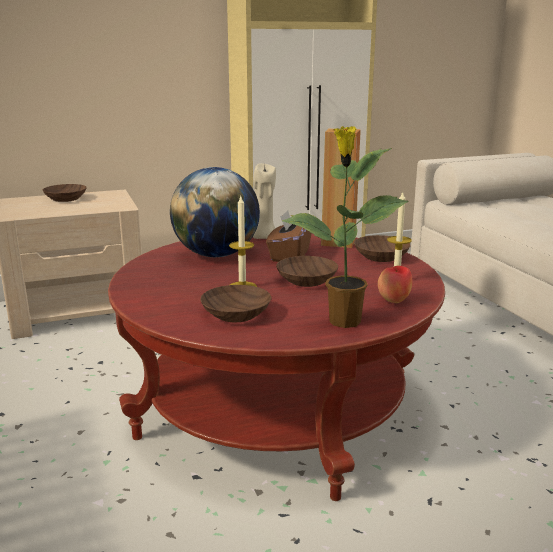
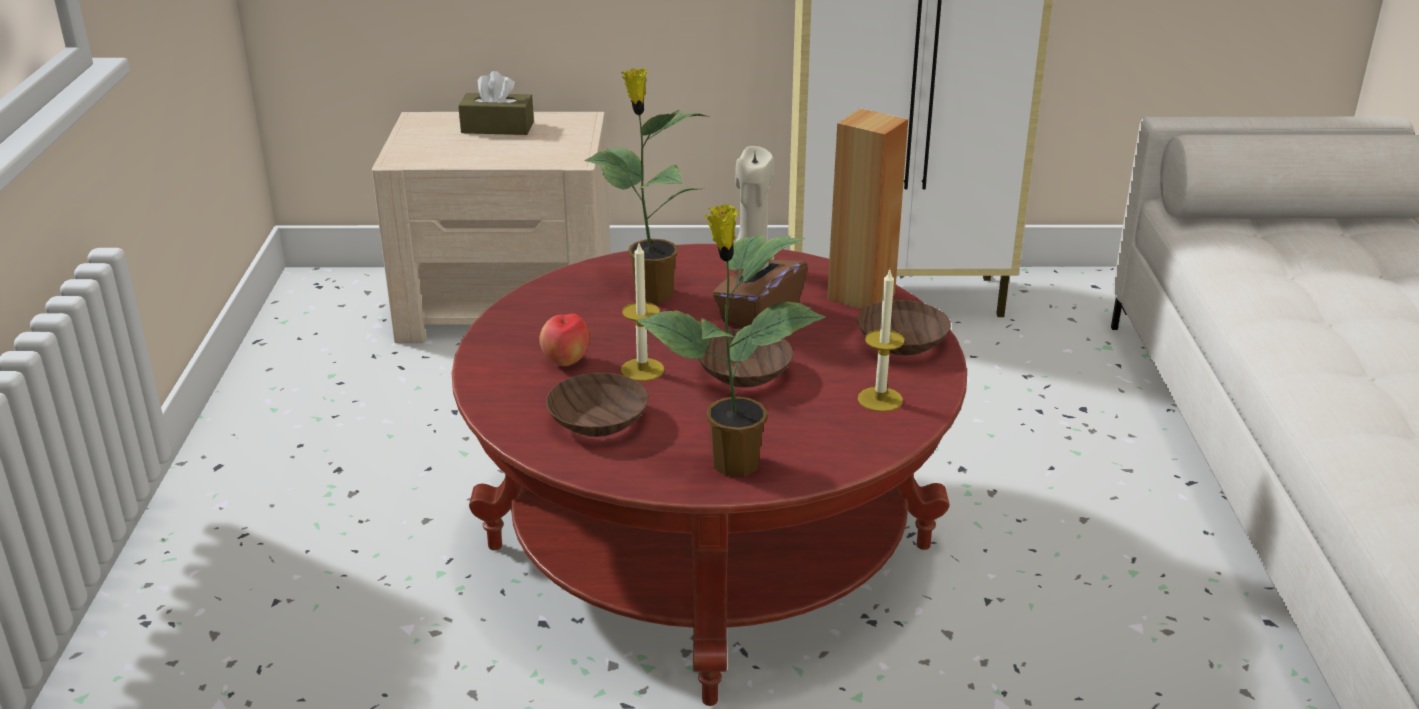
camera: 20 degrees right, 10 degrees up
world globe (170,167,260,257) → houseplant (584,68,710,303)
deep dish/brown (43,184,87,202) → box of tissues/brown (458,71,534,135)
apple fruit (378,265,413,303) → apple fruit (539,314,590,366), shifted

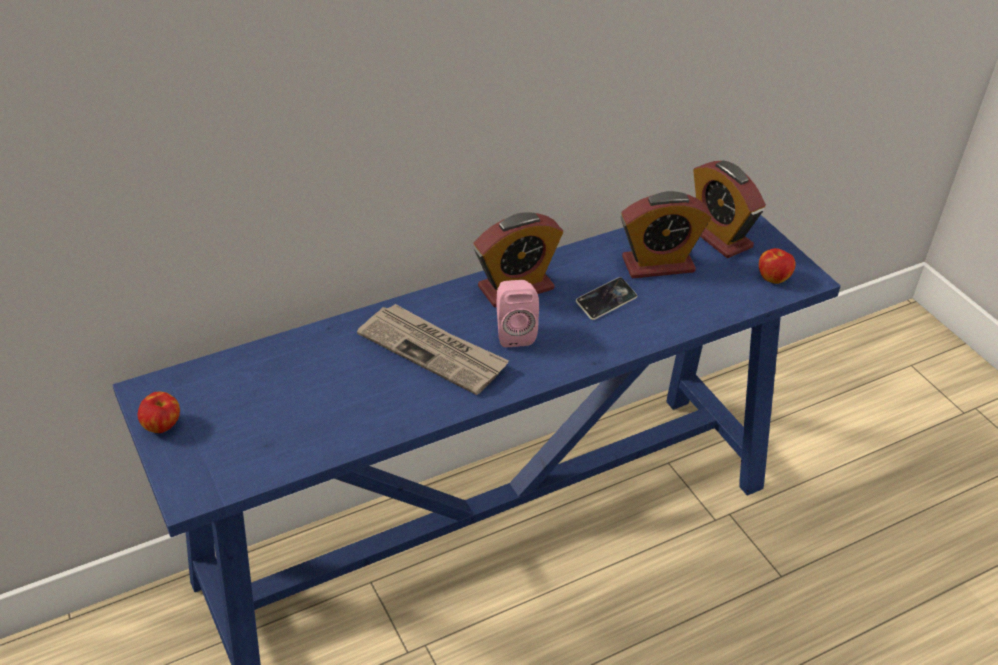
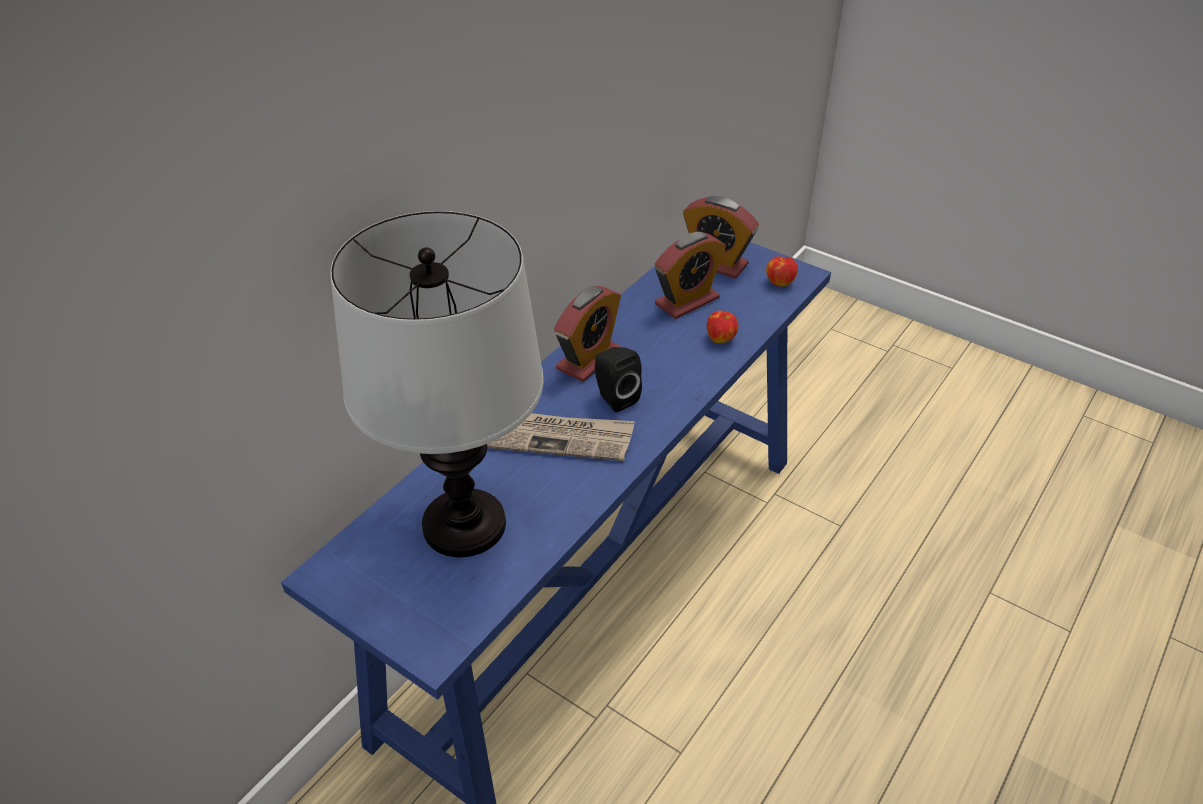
camera: 25 degrees left, 0 degrees up
phone (576,277,637,320) → -
loudspeaker/pinkish (496,280,539,347) → loudspeaker/black (595,347,642,412)
apple fruit (138,392,180,433) → apple fruit (707,311,738,343), shifted
- → tabletop lamp (330,211,544,557)

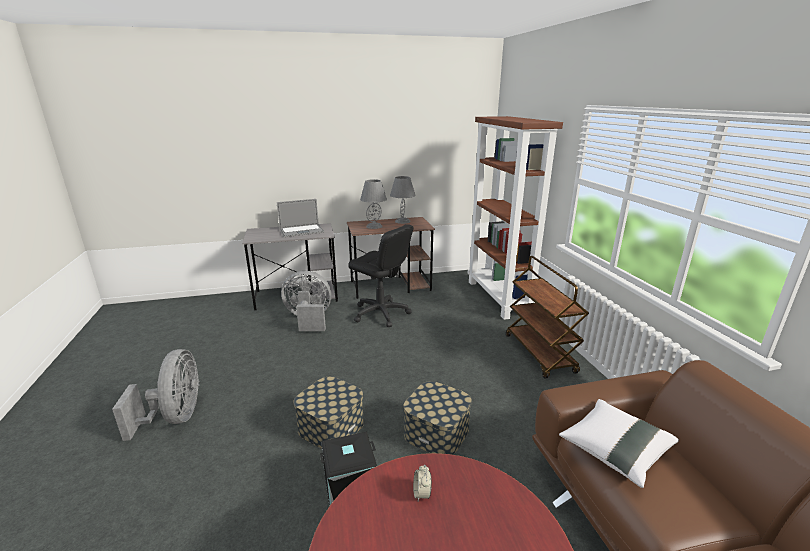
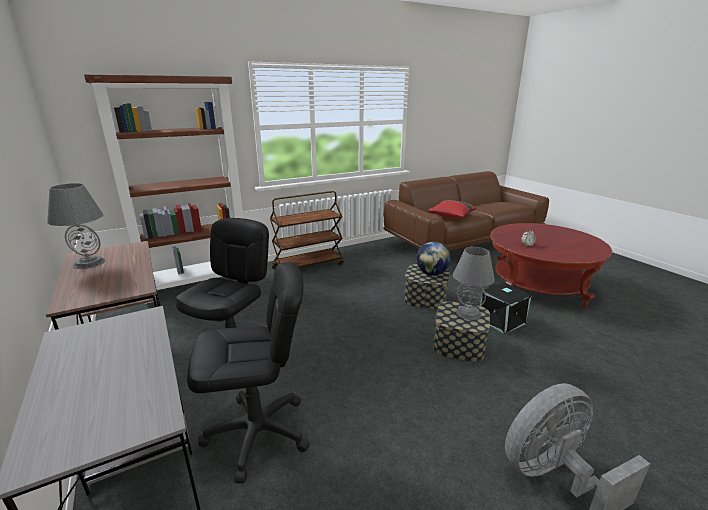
camera: 105 degrees left, 0 degrees up
tabletop lamp/greyish (360,179,387,229) → tabletop lamp/greyish (453,247,495,320), shifted
portable computer (277,199,324,237) → -
electric fan/greyish (281,271,332,331) → computer chair/black (187,262,310,484)
throw pillow/whitish (559,399,679,488) → throw pillow/red (428,200,476,219)
- → world globe (416,242,451,276)

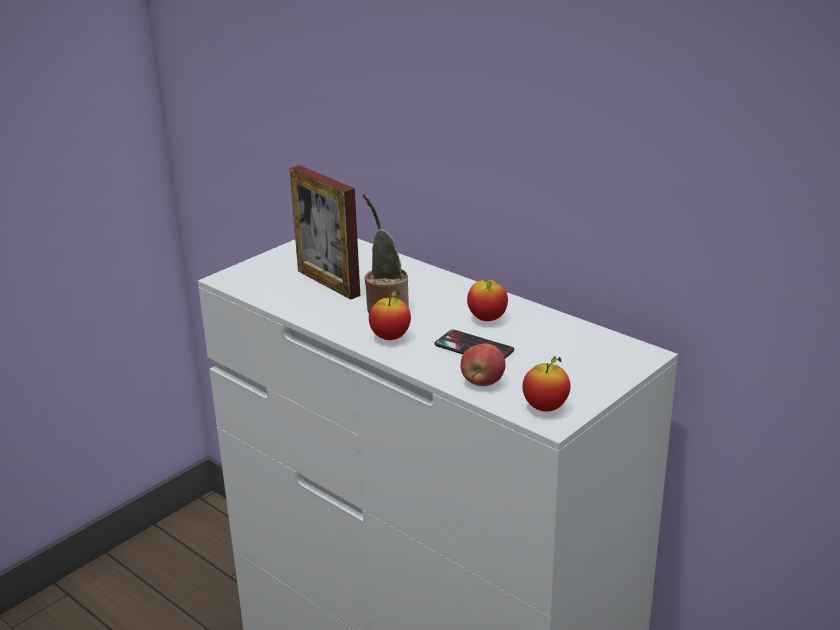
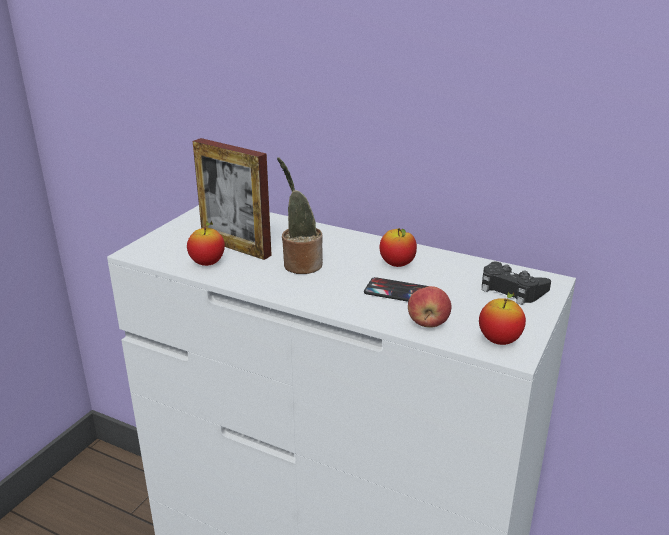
camera: 15 degrees left, 0 degrees up
apple fruit (369,290,411,340) → apple fruit (187,221,225,266), shifted
- → joypad/black (482,262,551,305)

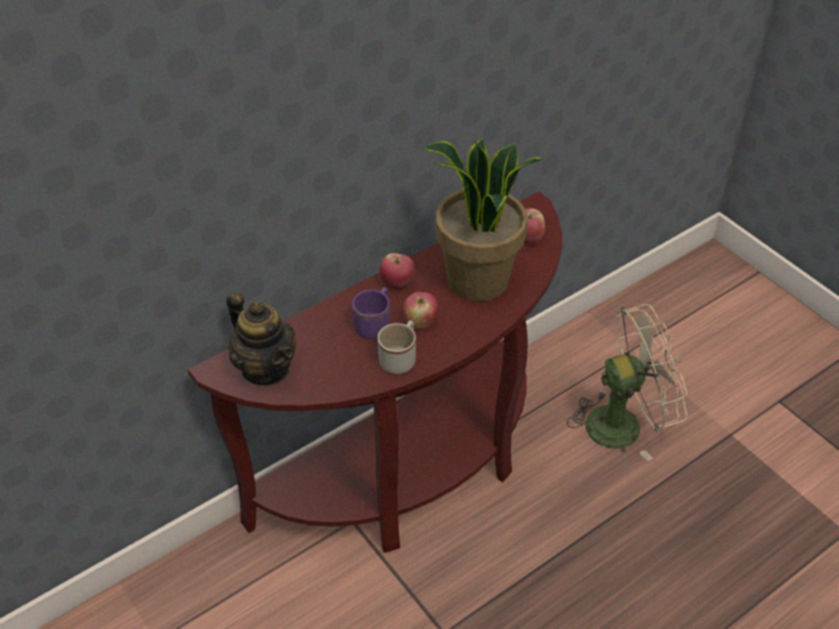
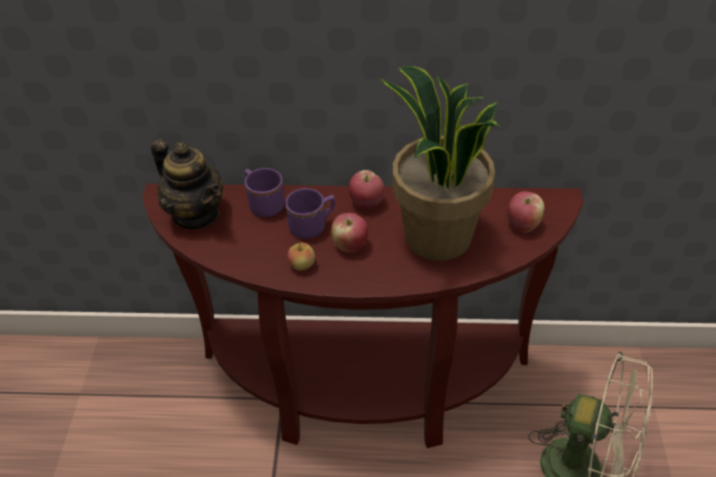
camera: 40 degrees right, 0 degrees up
tea pot (226,292,296,385) → tea pot (151,139,223,229), 45 degrees counterclockwise
coffee mug/beige-coloured (377,320,416,374) → apple fruit (287,241,315,271)
- → coffee mug/purple-coloured (245,168,285,217)

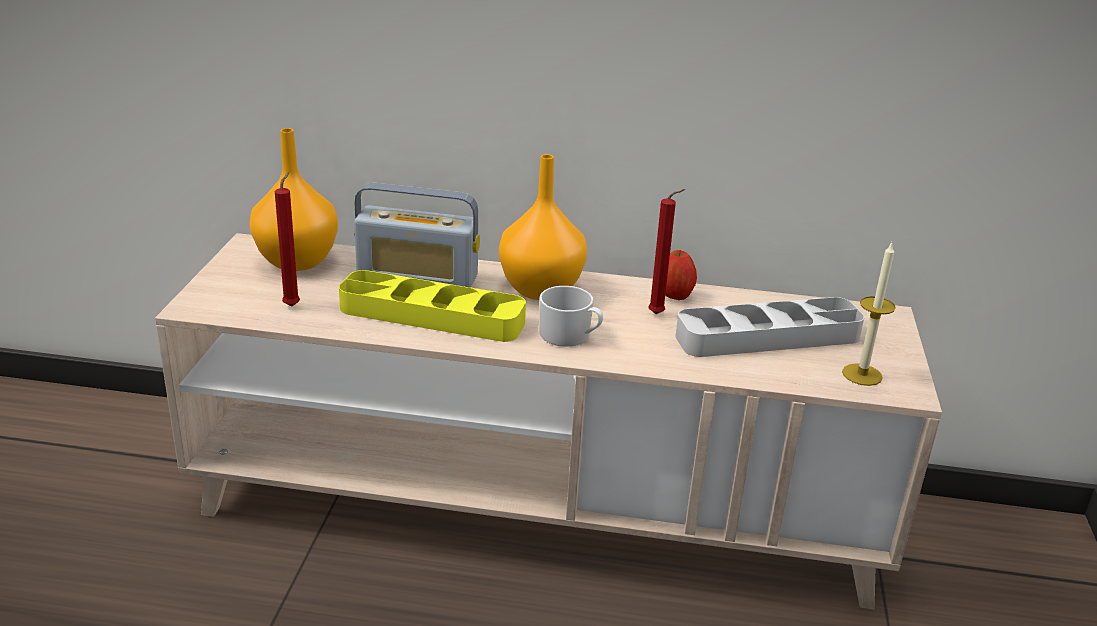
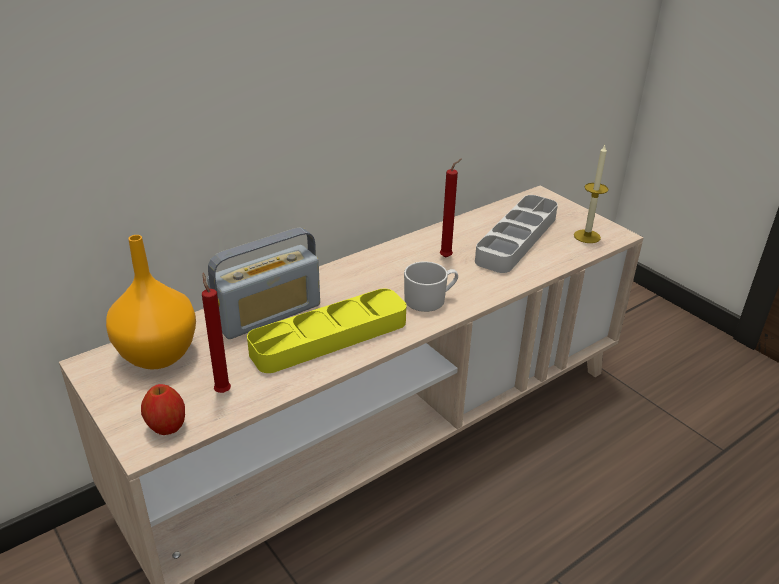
camera: 45 degrees left, 5 degrees up
vase/orangey (499,154,587,300) → -
apple fruit (665,250,697,300) → apple fruit (141,384,185,435), shifted

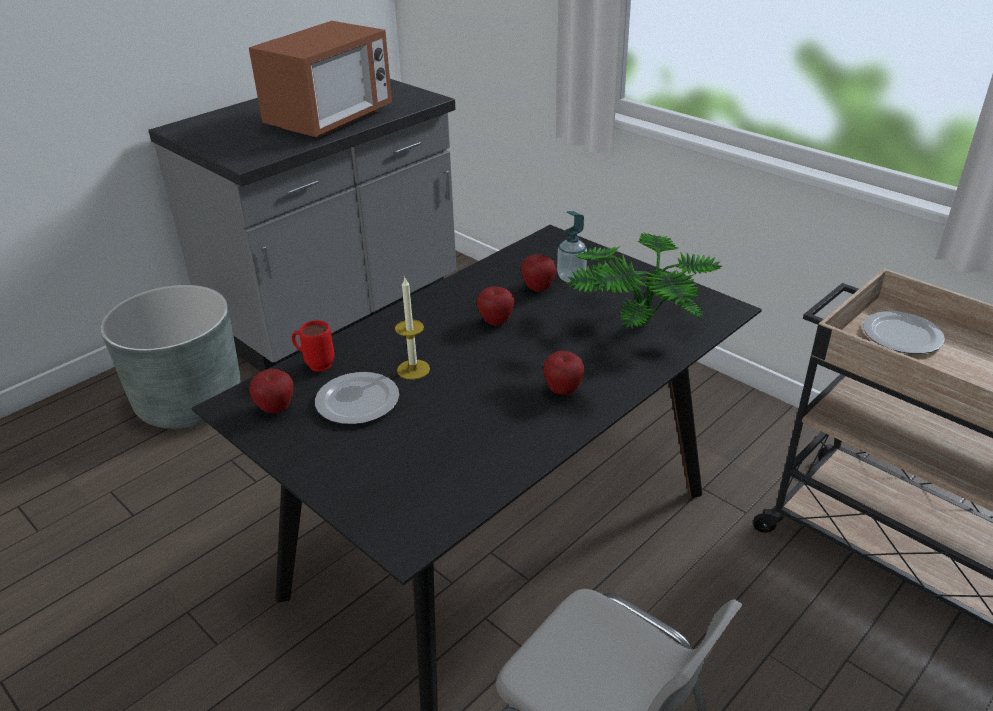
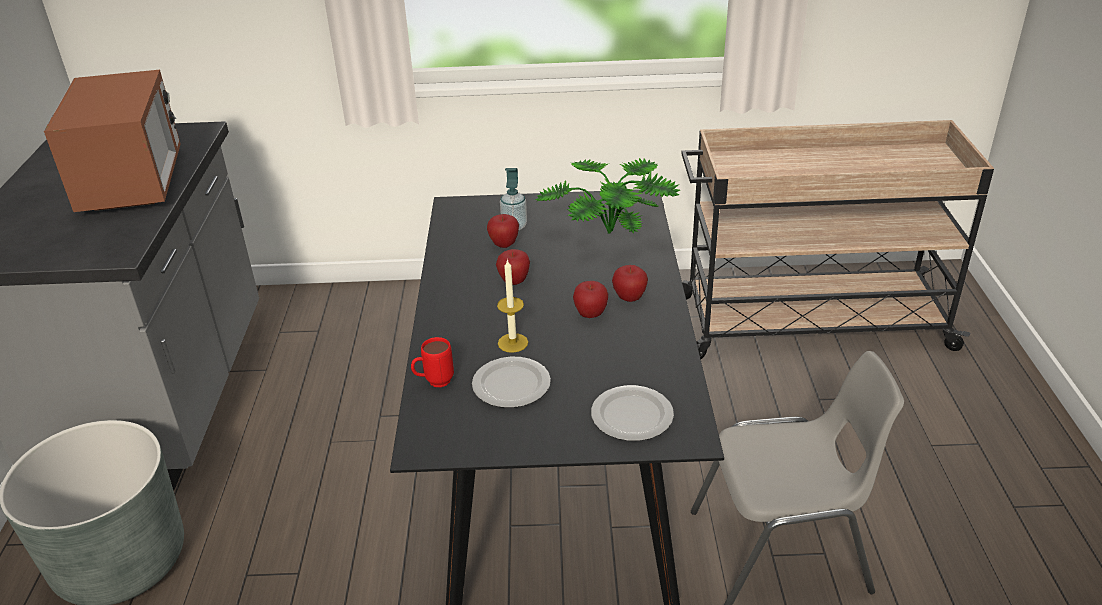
camera: 45 degrees left, 0 degrees up
flat dish (863,311,945,354) → flat dish (591,385,674,441), shifted
apple fruit (249,369,293,413) → apple fruit (573,281,608,318), shifted

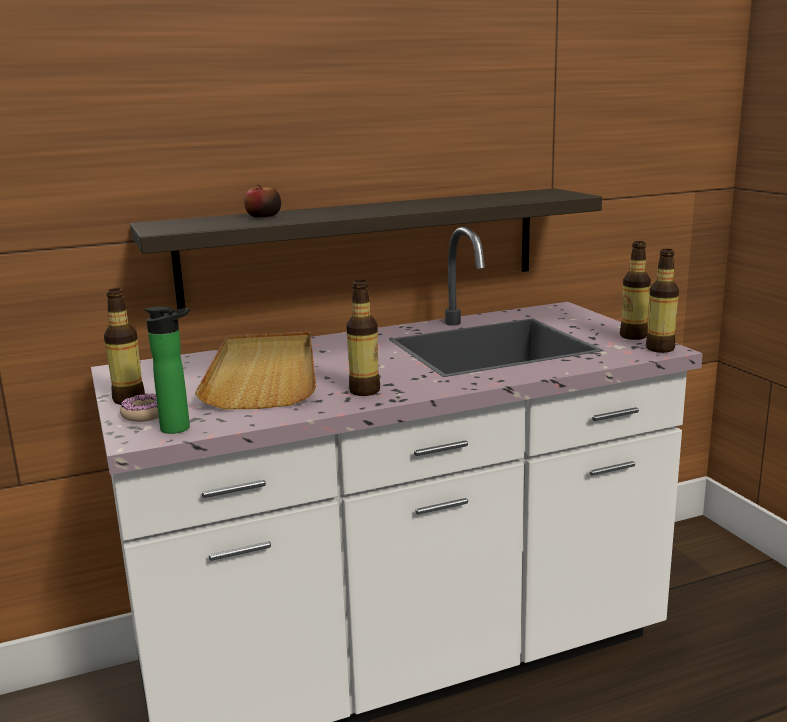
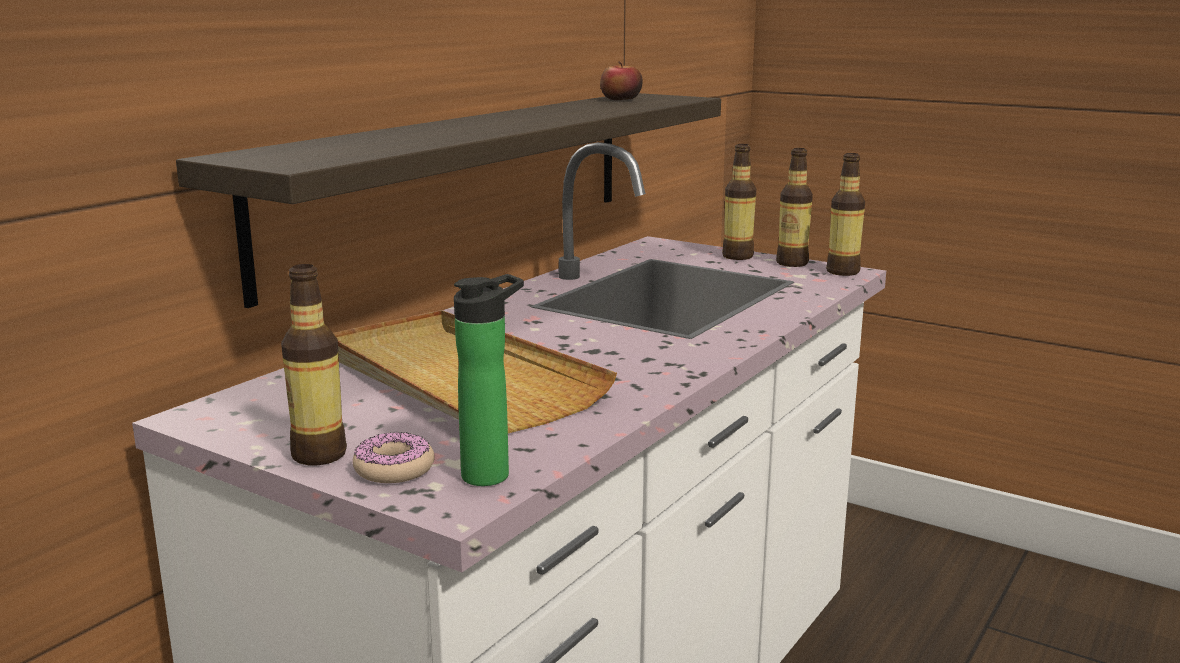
camera: 35 degrees left, 0 degrees up
apple fruit (244,184,281,218) → apple fruit (600,62,642,100), shifted
drink bottle (346,280,380,396) → drink bottle (722,144,756,260), shifted

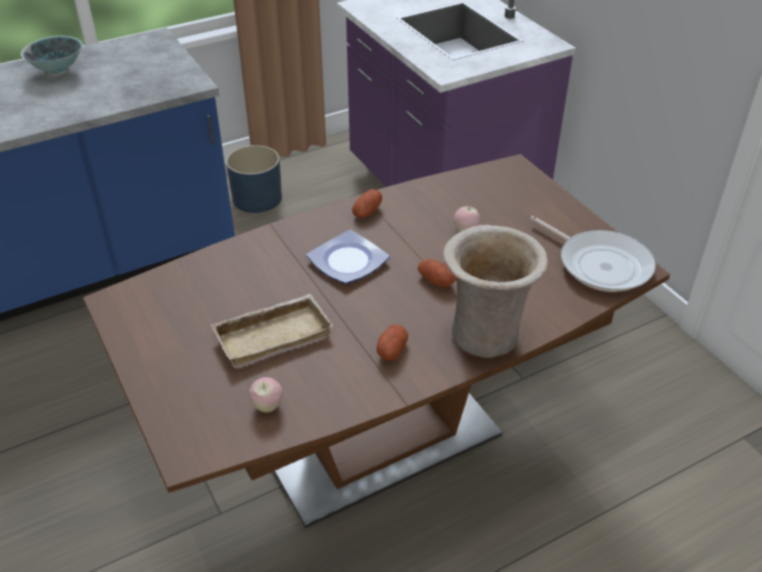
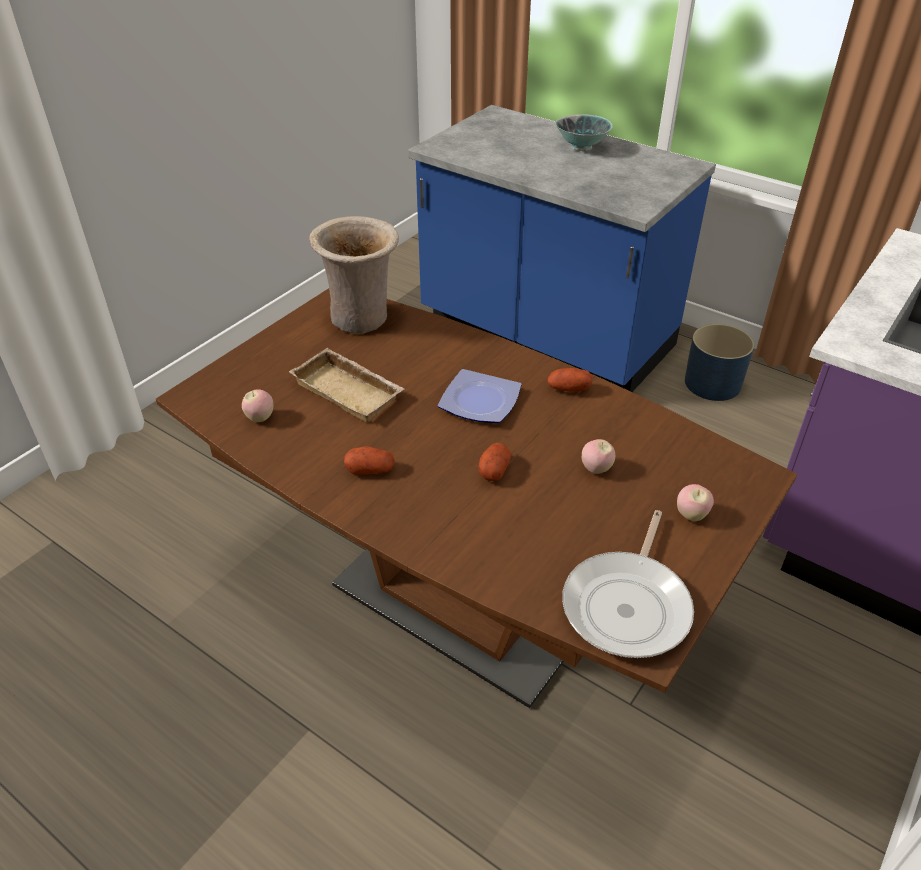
camera: 65 degrees right, 0 degrees up
vase/beige-coloured (443,225,548,358) → vase/beige-coloured (309,216,399,334), shifted
- → apple fruit (677,484,714,521)

